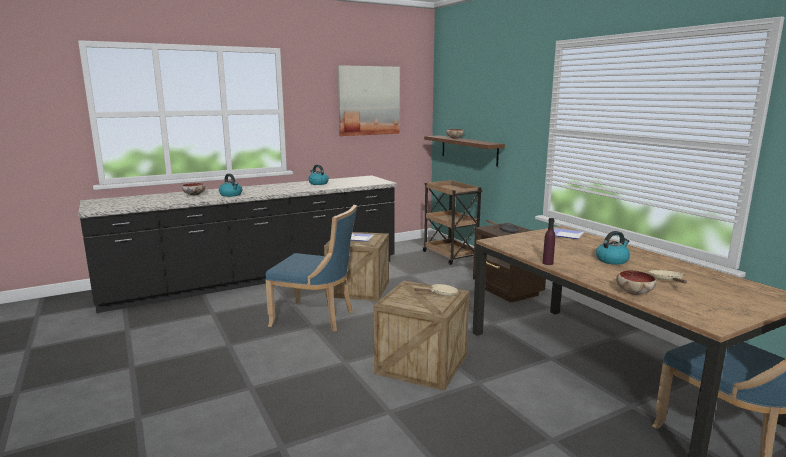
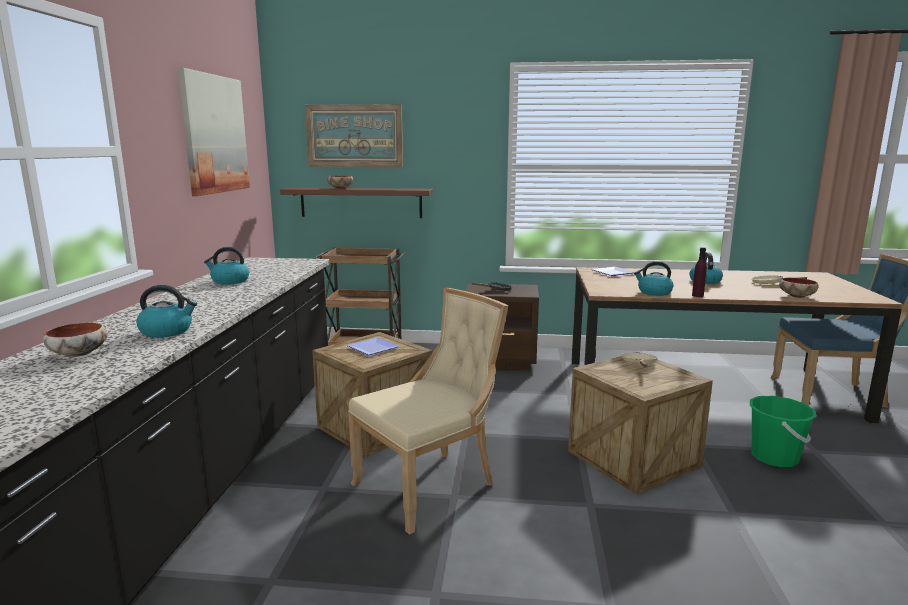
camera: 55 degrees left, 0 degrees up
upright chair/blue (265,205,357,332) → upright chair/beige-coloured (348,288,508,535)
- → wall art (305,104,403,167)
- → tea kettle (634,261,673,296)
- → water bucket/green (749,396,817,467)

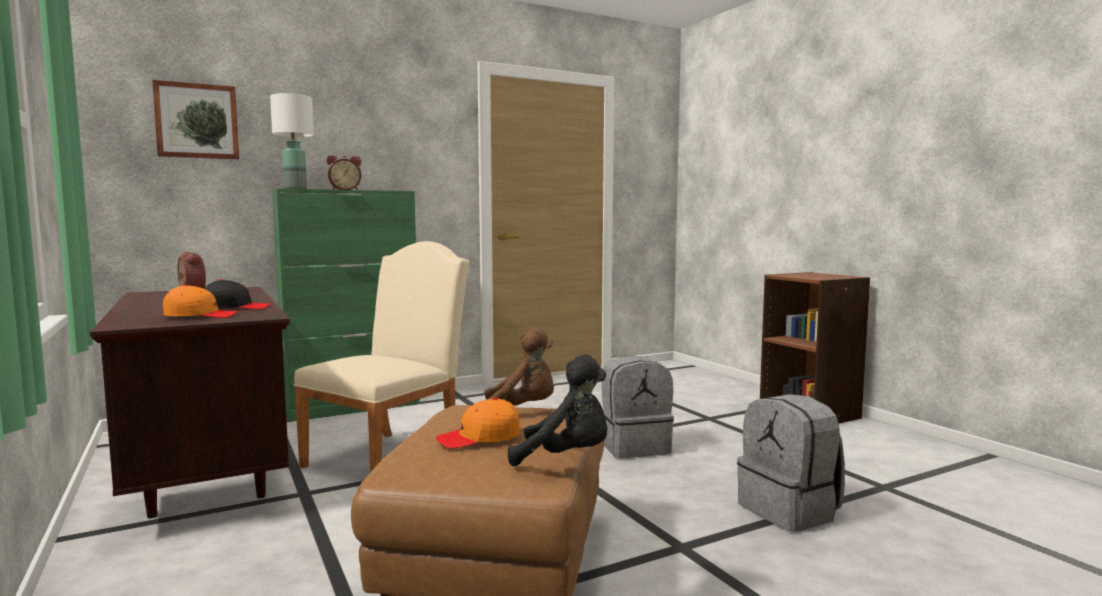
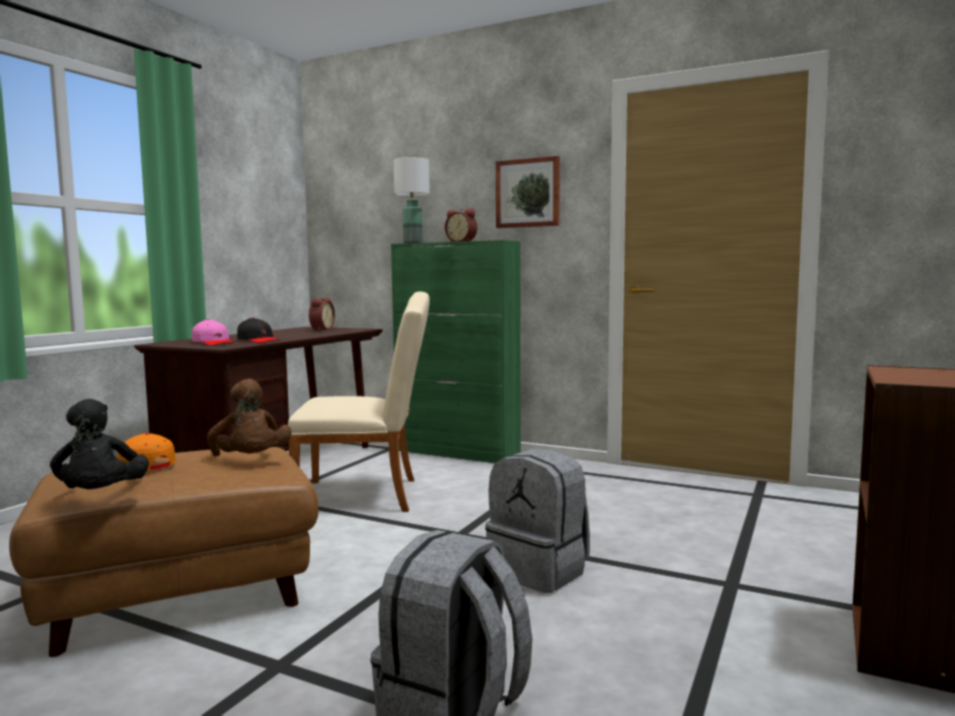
camera: 55 degrees right, 0 degrees up
wall art (152,80,239,159) → wall art (496,156,560,228), shifted
peaked cap/orangey (163,285,239,318) → peaked cap/pinkish (192,319,234,345)

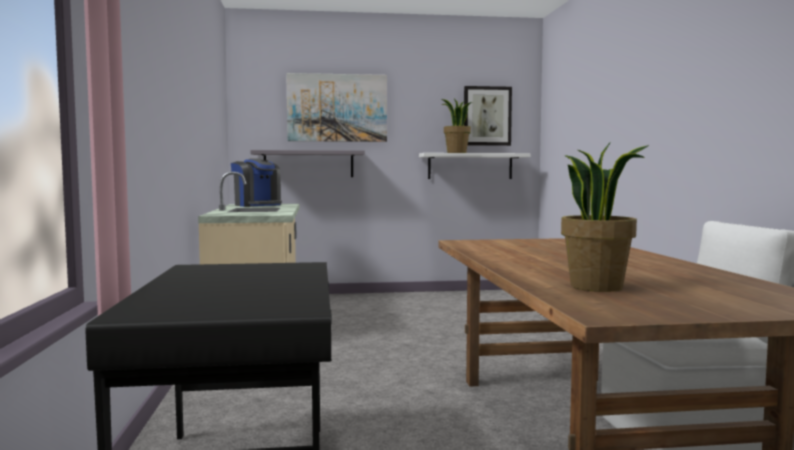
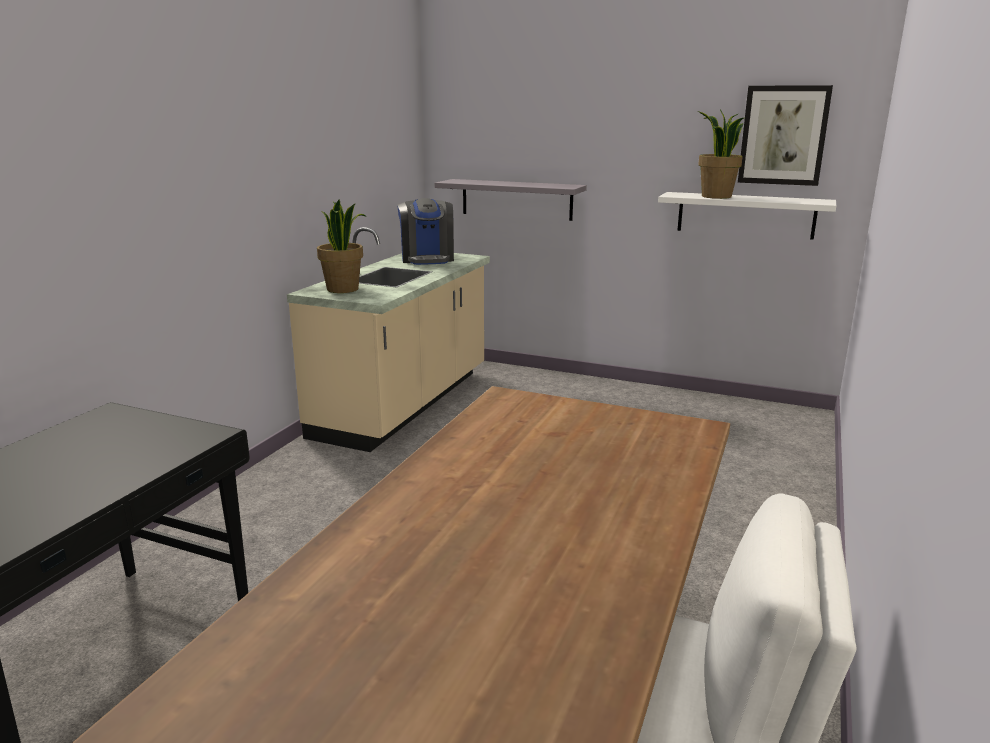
camera: 30 degrees right, 15 degrees up
wall art (286,73,387,142) → -
houseplant (561,143,649,292) → houseplant (317,199,367,293), shifted

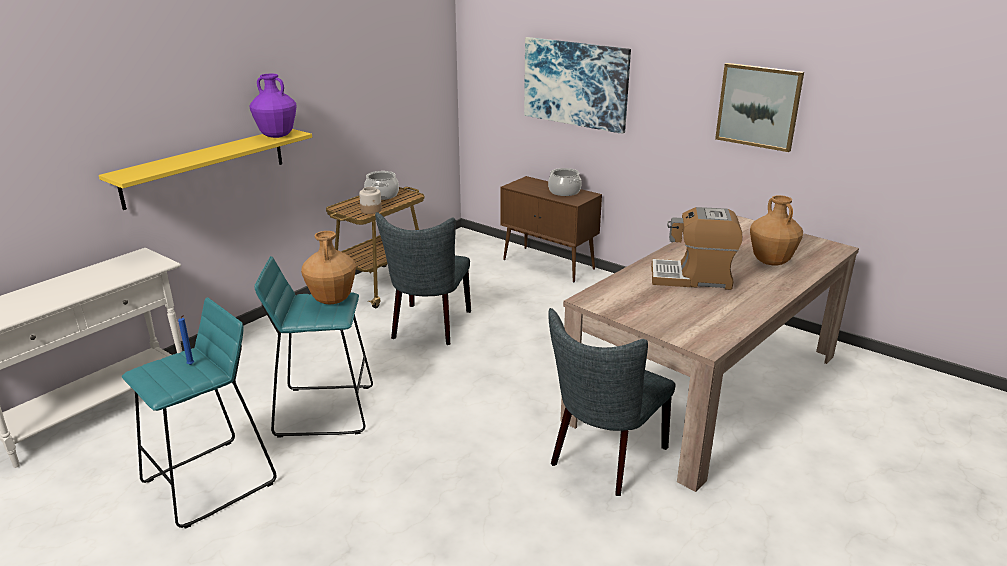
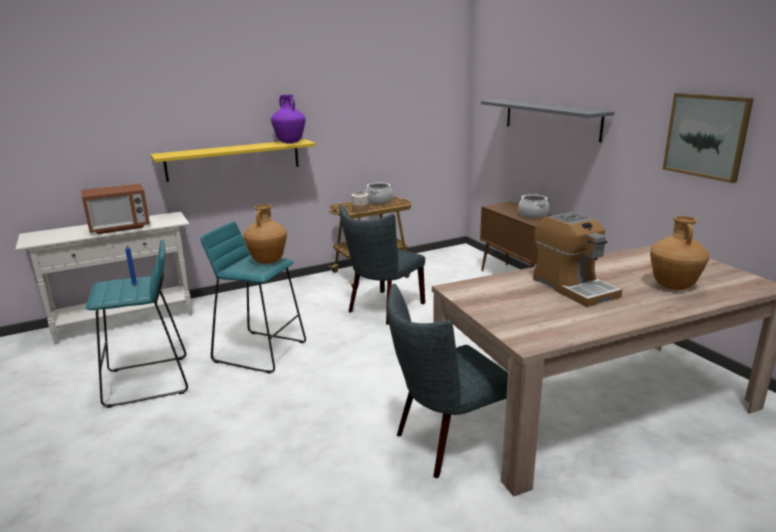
camera: 25 degrees right, 5 degrees down
wall art (524,37,631,134) → bracket shelf/greyish (481,99,614,142)
coffee machine (651,207,742,290) → coffee machine (533,212,622,307), 150 degrees counterclockwise
- → microwave oven (81,183,150,234)

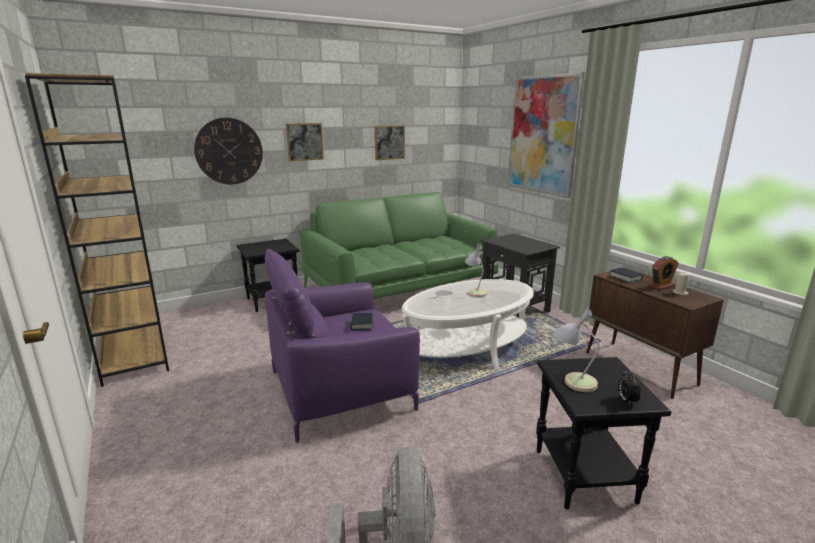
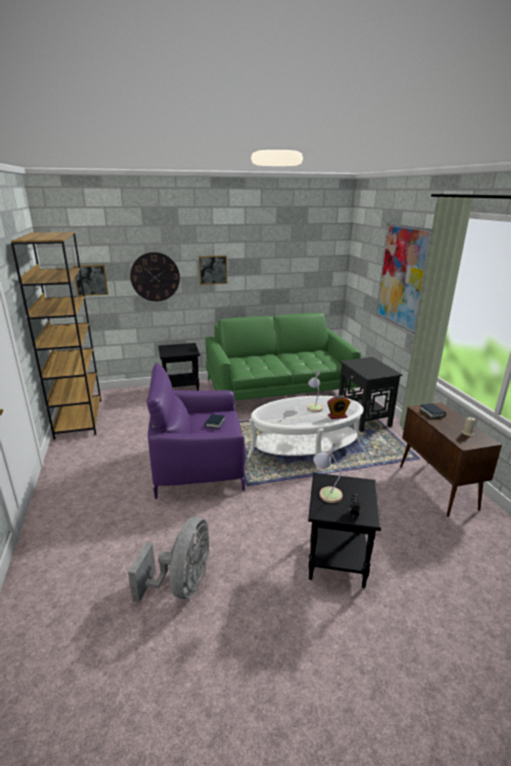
camera: 15 degrees right, 5 degrees up
wall art (375,126,405,160) → wall art (73,265,108,296), shifted
bedside clock (648,256,679,290) → bedside clock (327,395,351,419), shifted

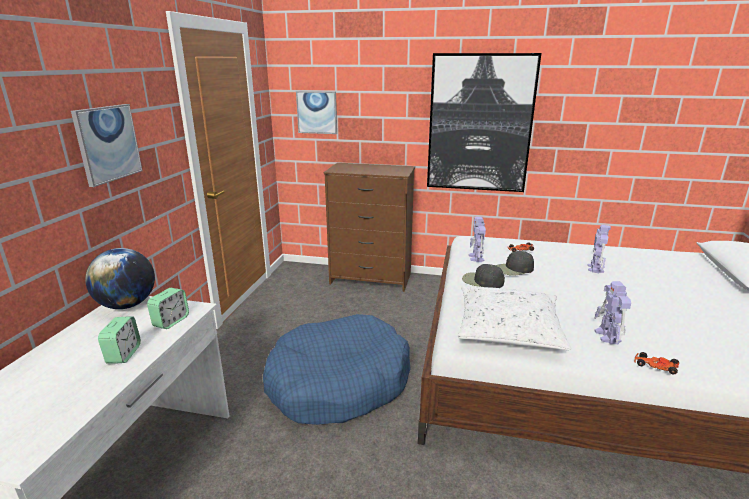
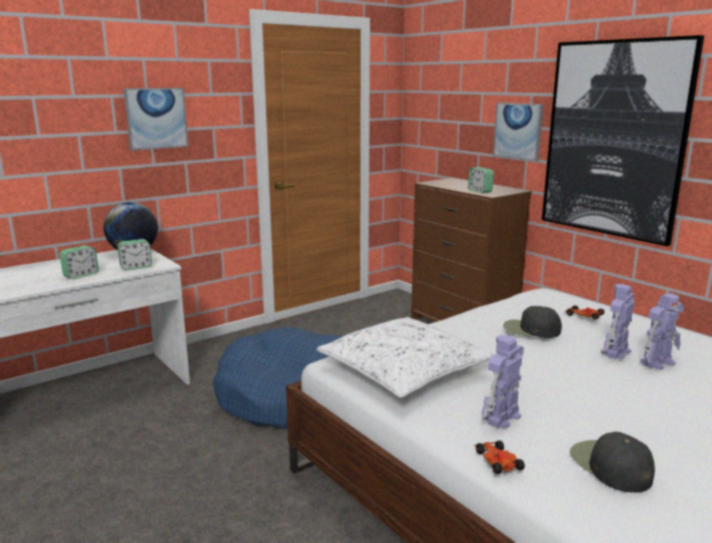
camera: 40 degrees right, 5 degrees down
wall art (296,91,337,134) → wall art (493,103,544,162), shifted
toy robot (469,217,486,262) → toy robot (601,284,635,359), shifted
peaked cap/black (462,264,505,288) → peaked cap/black (570,432,655,493), shifted
- → bedside clock (468,167,494,193)

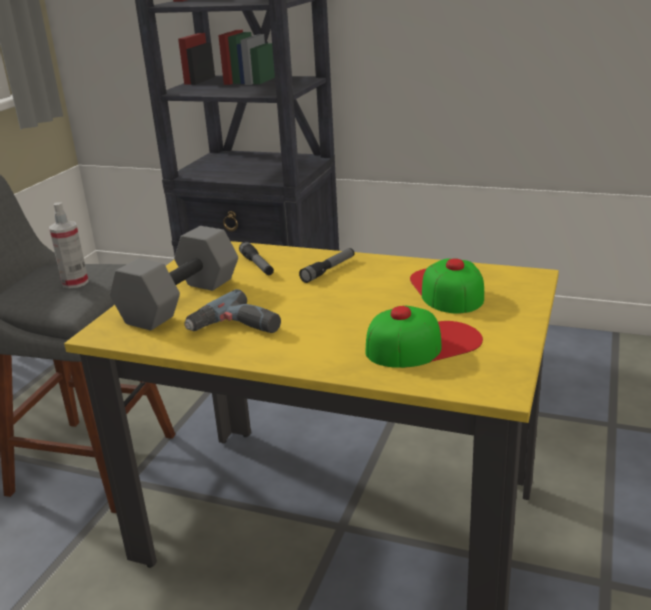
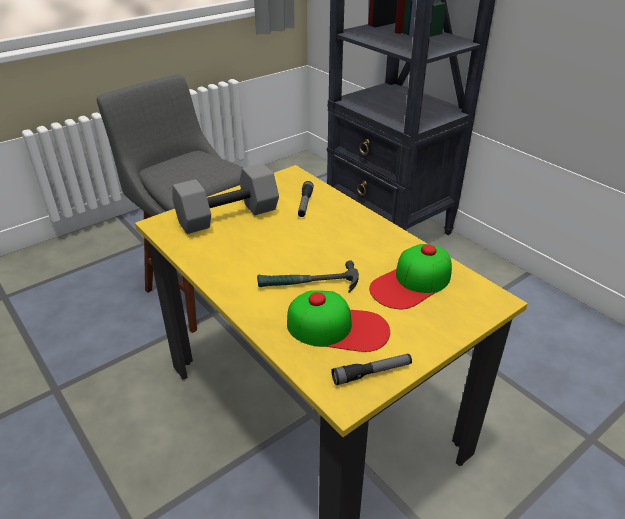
camera: 30 degrees right, 10 degrees up
sprayer (49,202,89,288) → -
flashlight (299,248,354,283) → flashlight (332,354,412,385), shifted
peaked cap (410,258,484,314) → peaked cap (369,244,452,309), 150 degrees counterclockwise
drill (184,289,281,333) → -
- → tool hammer (257,261,359,293)

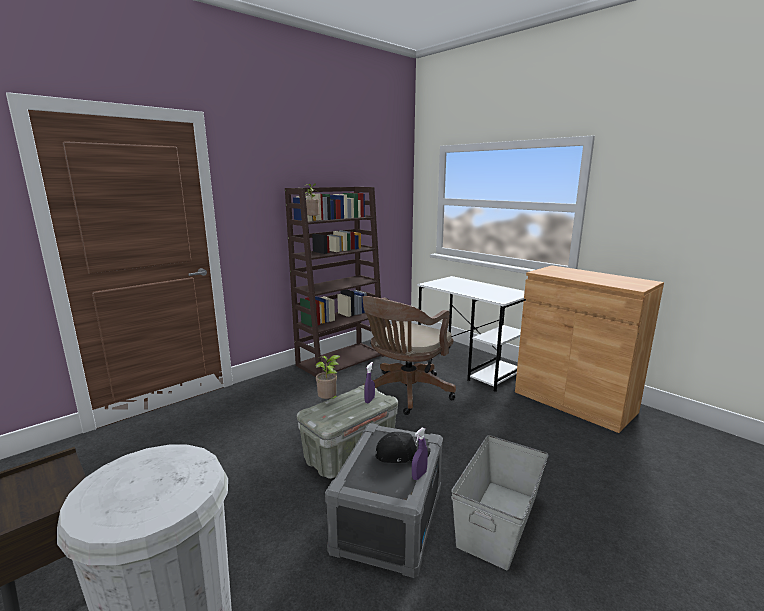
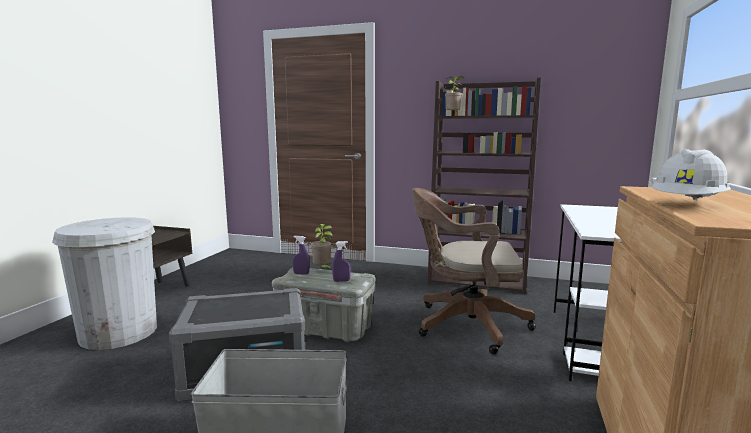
camera: 60 degrees right, 5 degrees down
sprayer/purple-coloured (412,427,428,480) → sprayer/purple-coloured (292,236,310,275), shifted
peaked cap/black (375,432,431,463) → -
- → hard hat/whitish (652,149,731,200)

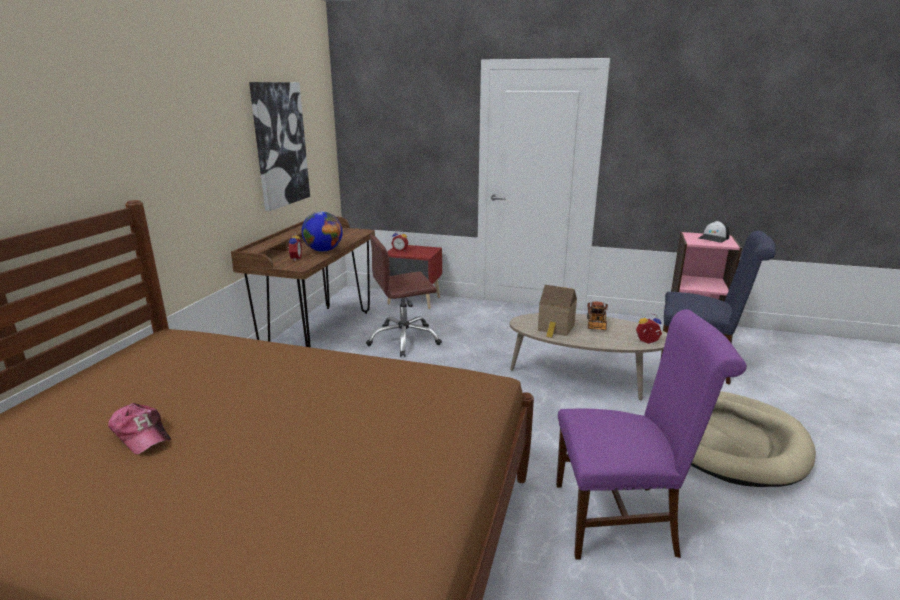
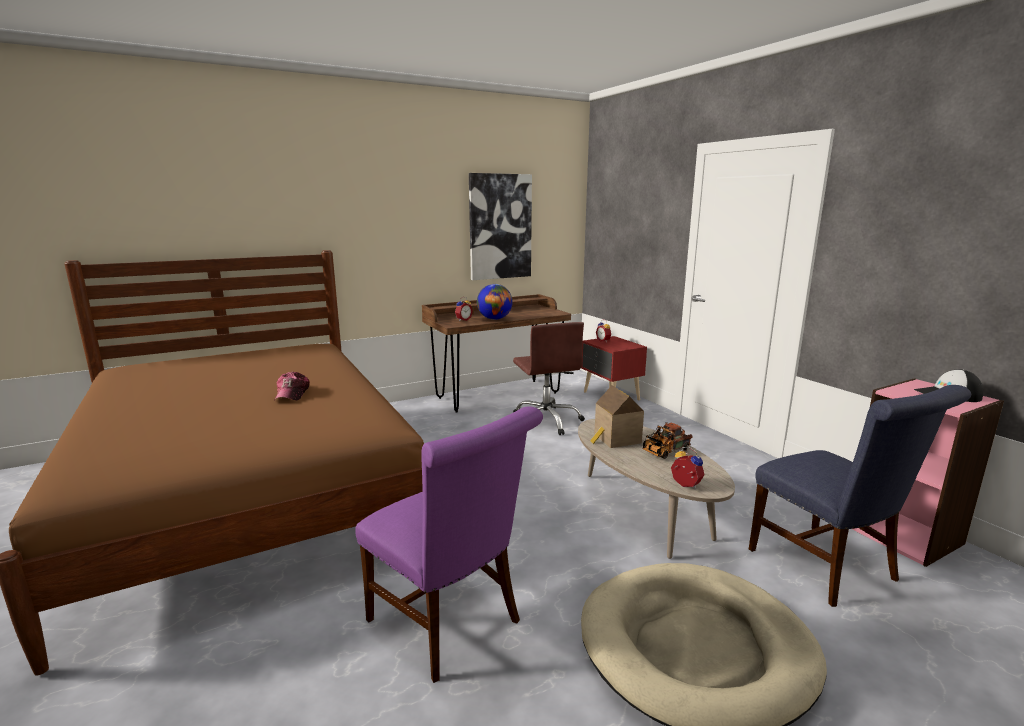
camera: 45 degrees right, 5 degrees down
computer chair/brown (366,235,442,357) → computer chair/brown (513,322,585,435), 135 degrees counterclockwise
peaked cap (108,403,171,455) → peaked cap (274,372,310,401), shifted

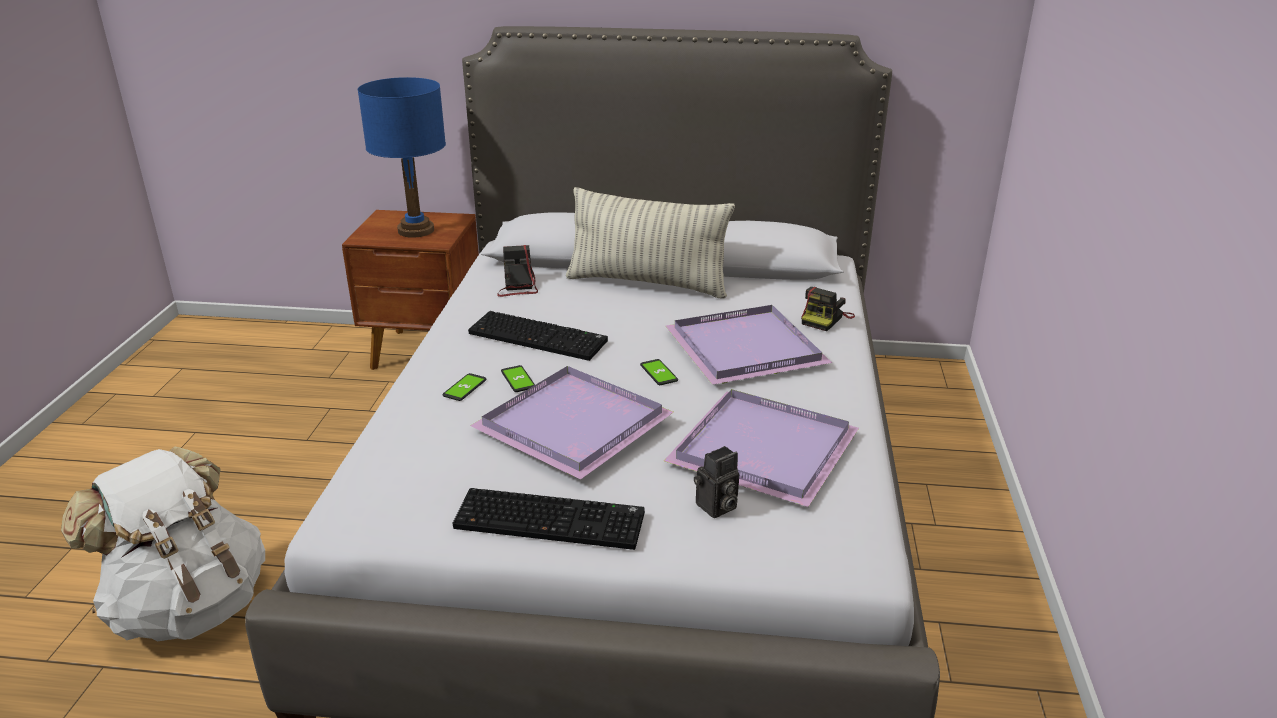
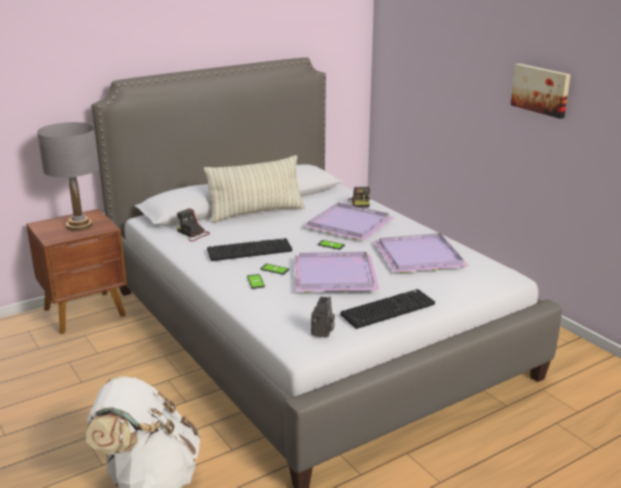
camera: 40 degrees left, 5 degrees down
tabletop lamp/blue (357,77,446,238) → tabletop lamp/greyish (37,122,99,231)
photo camera (694,446,739,518) → photo camera (311,297,335,338), shifted
- → wall art (511,63,571,119)

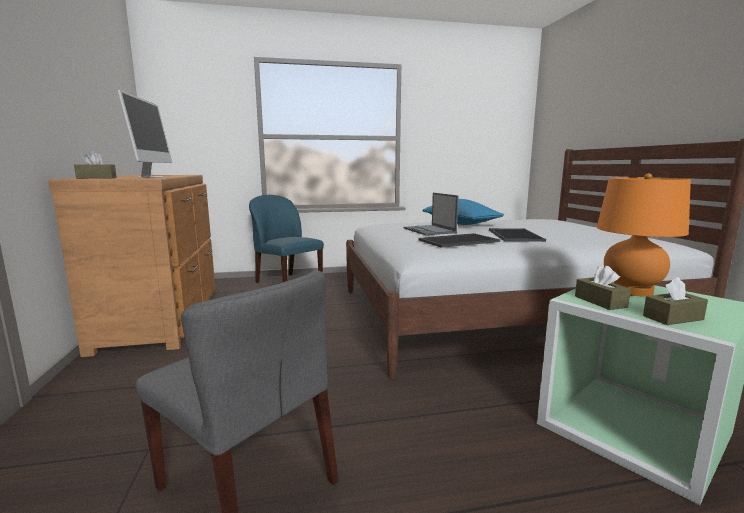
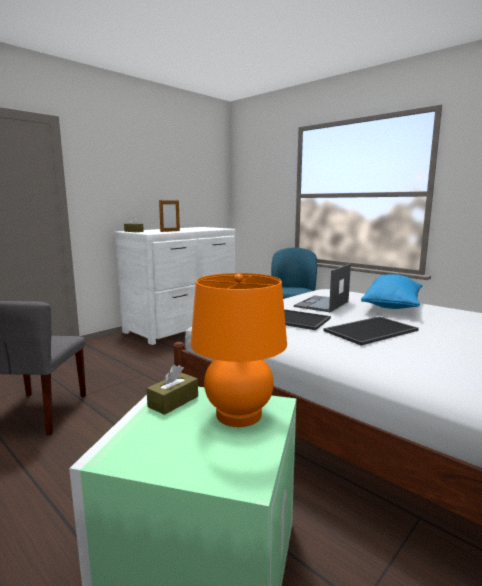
camera: 55 degrees right, 0 degrees up
computer display (118,90,172,177) → photo frame (159,199,180,232)
drawer chest/brown (48,175,215,357) → drawer chest/whitish (115,227,236,345)
box of tissues/brown (643,277,708,325) → -

